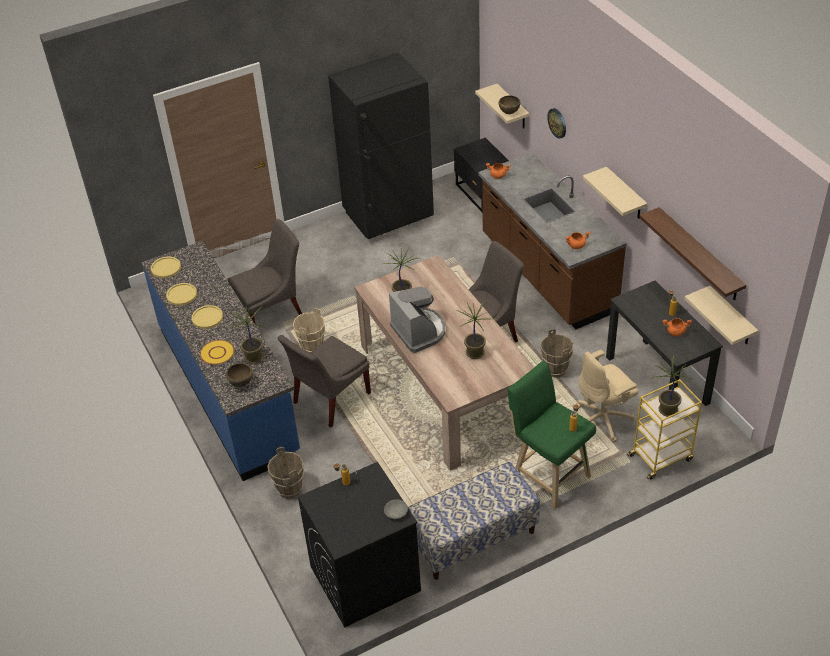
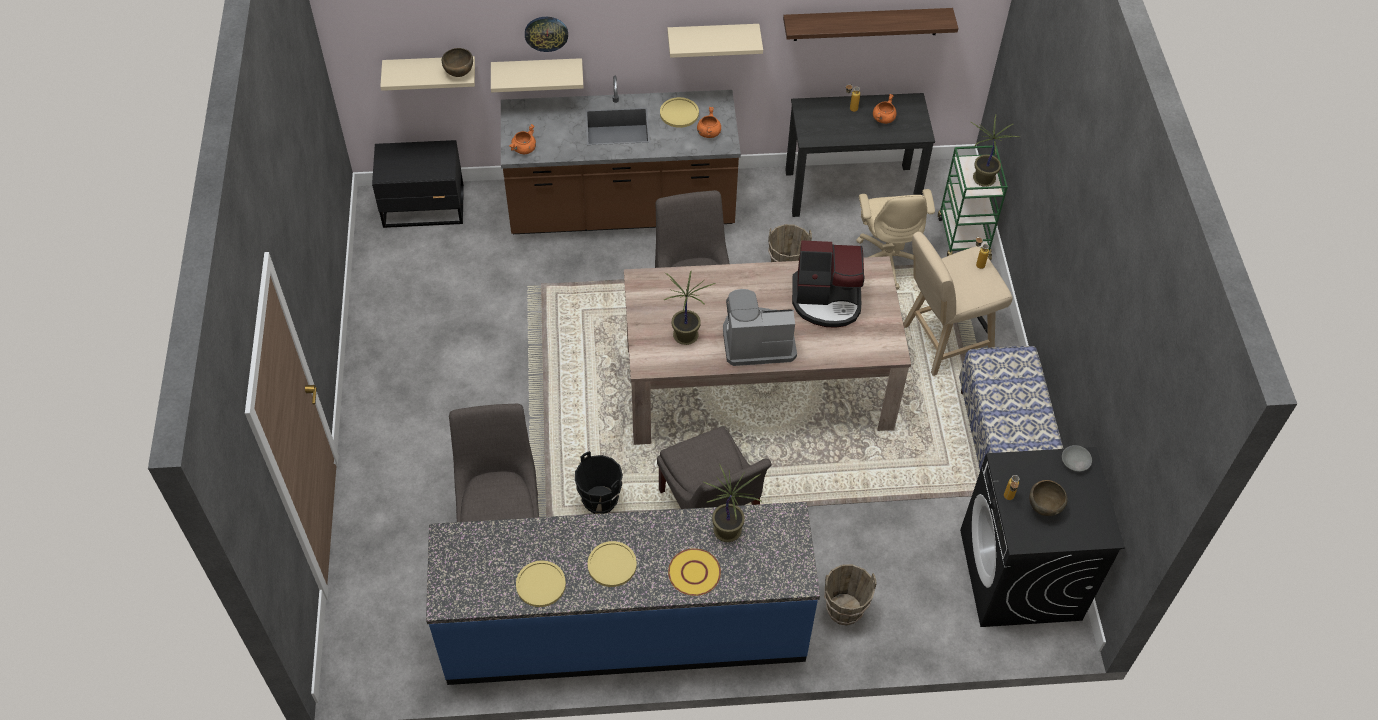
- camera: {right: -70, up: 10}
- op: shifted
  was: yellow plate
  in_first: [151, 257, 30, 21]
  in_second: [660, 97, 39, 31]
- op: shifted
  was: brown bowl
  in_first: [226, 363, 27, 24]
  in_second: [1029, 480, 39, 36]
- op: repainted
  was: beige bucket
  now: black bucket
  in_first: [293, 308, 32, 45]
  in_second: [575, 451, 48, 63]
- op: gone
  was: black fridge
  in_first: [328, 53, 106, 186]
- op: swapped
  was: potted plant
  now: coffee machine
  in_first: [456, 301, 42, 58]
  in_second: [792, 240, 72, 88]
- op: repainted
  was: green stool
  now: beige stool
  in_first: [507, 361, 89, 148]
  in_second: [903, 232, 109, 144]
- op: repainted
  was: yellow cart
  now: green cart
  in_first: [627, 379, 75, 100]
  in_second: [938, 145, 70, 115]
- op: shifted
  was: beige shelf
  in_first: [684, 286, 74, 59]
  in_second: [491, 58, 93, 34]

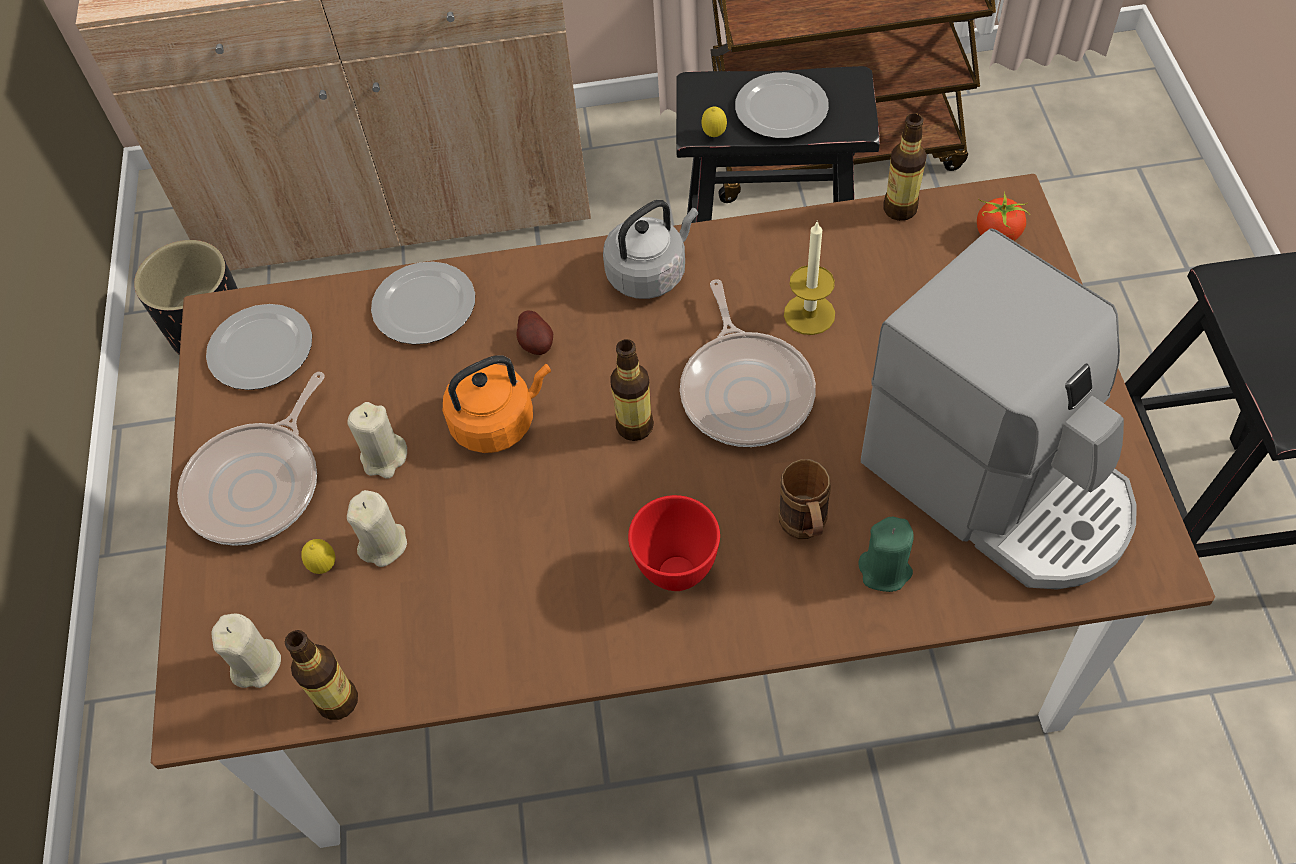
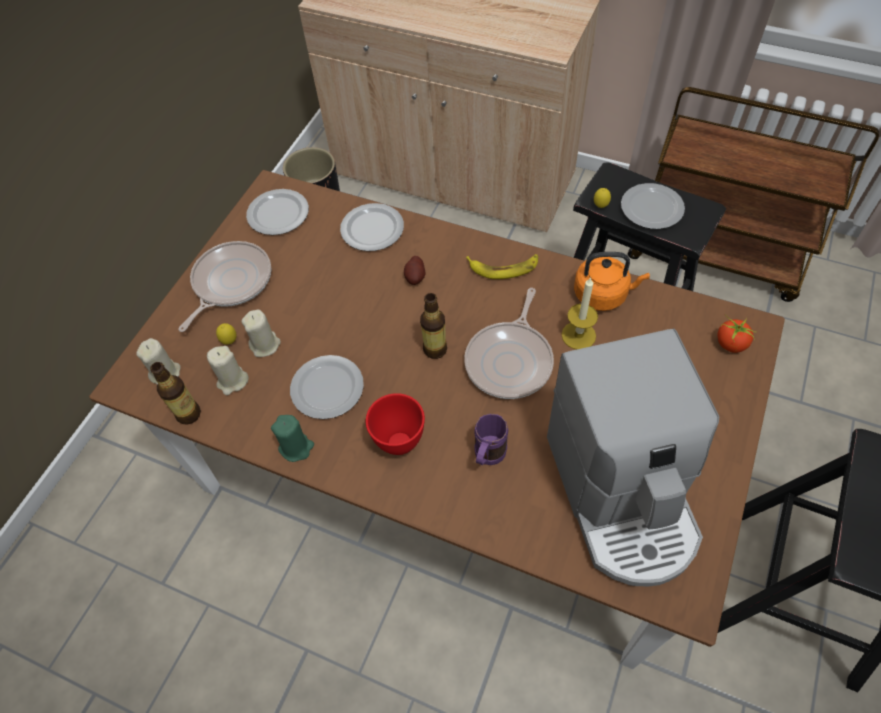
- camera: {right: 30, up: 0}
- op: rotated
  was: frying pan
  in_first: [177, 372, 148, 174]
  in_second: [178, 241, 93, 91]
  clockwise: 150
- op: shifted
  was: beige candle
  in_first: [347, 402, 60, 77]
  in_second: [207, 346, 42, 49]
- op: shifted
  was: orange kettle
  in_first: [443, 355, 108, 98]
  in_second: [574, 252, 76, 59]
- op: swapped
  was: grey kettle
  now: banana
  in_first: [603, 200, 95, 99]
  in_second: [466, 254, 72, 25]
- op: repainted
  was: brown mug
  now: purple mug
  in_first: [778, 459, 53, 80]
  in_second: [474, 414, 34, 51]
- op: shifted
  was: green candle
  in_first: [859, 517, 55, 75]
  in_second: [271, 415, 43, 47]
- op: gone
  was: bottle
  in_first: [884, 113, 43, 108]
- op: new
  now: plate
  in_second: [290, 355, 74, 64]

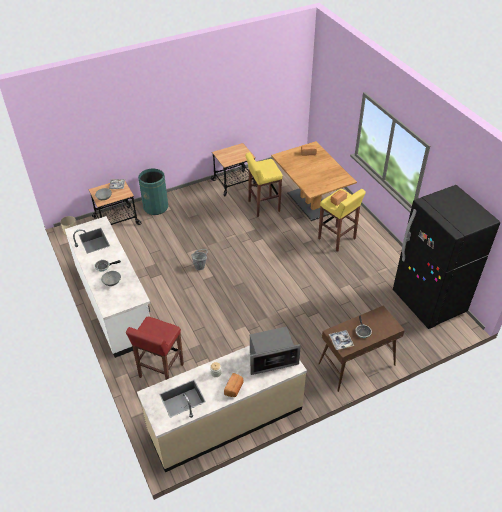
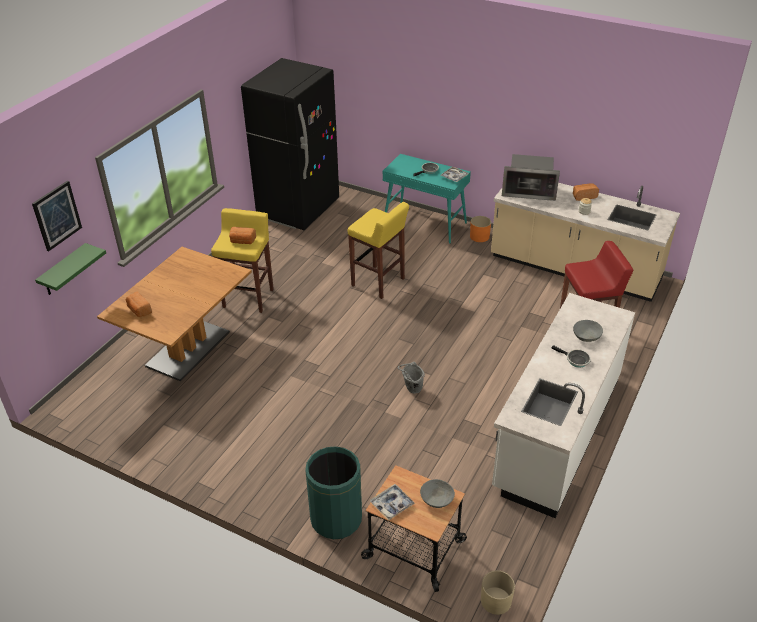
- camera: {right: -125, up: -5}
- op: gone
  was: cart
  in_first: [211, 143, 46, 54]
- op: shifted
  was: yellow stool
  in_first: [245, 152, 38, 65]
  in_second: [348, 202, 61, 97]
- op: rotated
  was: microwave
  in_first: [250, 327, 51, 48]
  in_second: [502, 154, 58, 47]
  clockwise: 150
- op: repainted
  was: brown console table
  now: turquoise console table
  in_first: [318, 305, 87, 87]
  in_second: [383, 154, 88, 90]
- op: new
  now: picture
  in_second: [32, 181, 50, 70]
- op: new
  now: green shelf
  in_second: [35, 243, 71, 52]
- op: new
  now: orange planter
  in_second: [470, 216, 21, 26]

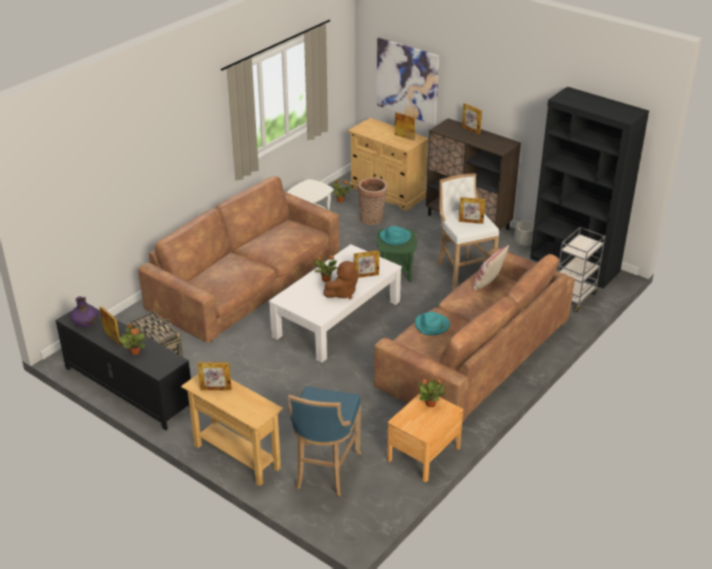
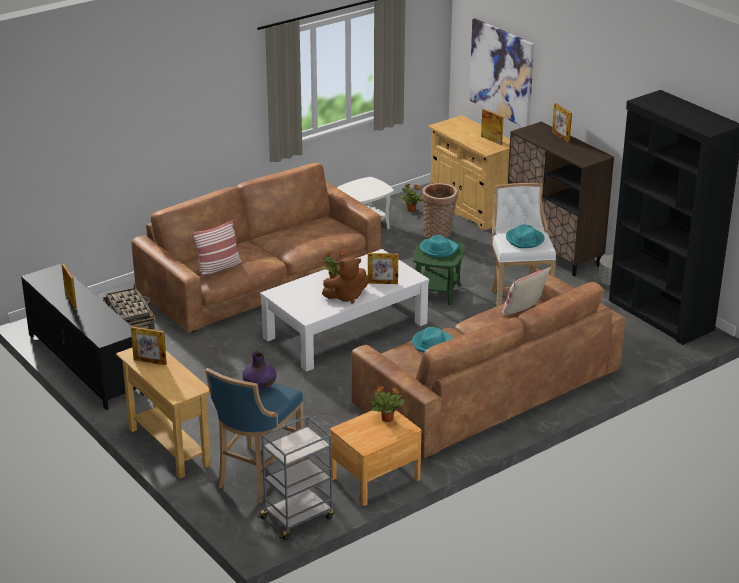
- camera: {right: 15, up: -5}
- op: shifted
  was: purple vase
  in_first: [70, 296, 28, 31]
  in_second: [242, 350, 35, 40]
- op: gone
  was: potted plant
  in_first: [118, 324, 27, 31]
- op: swapped
  was: picture frame
  now: turquoise hat
  in_first: [459, 197, 26, 27]
  in_second: [506, 225, 39, 23]
- op: shifted
  was: grey cart
  in_first: [558, 227, 47, 85]
  in_second: [257, 416, 77, 124]
- op: new
  now: pillow
  in_second: [191, 220, 51, 58]

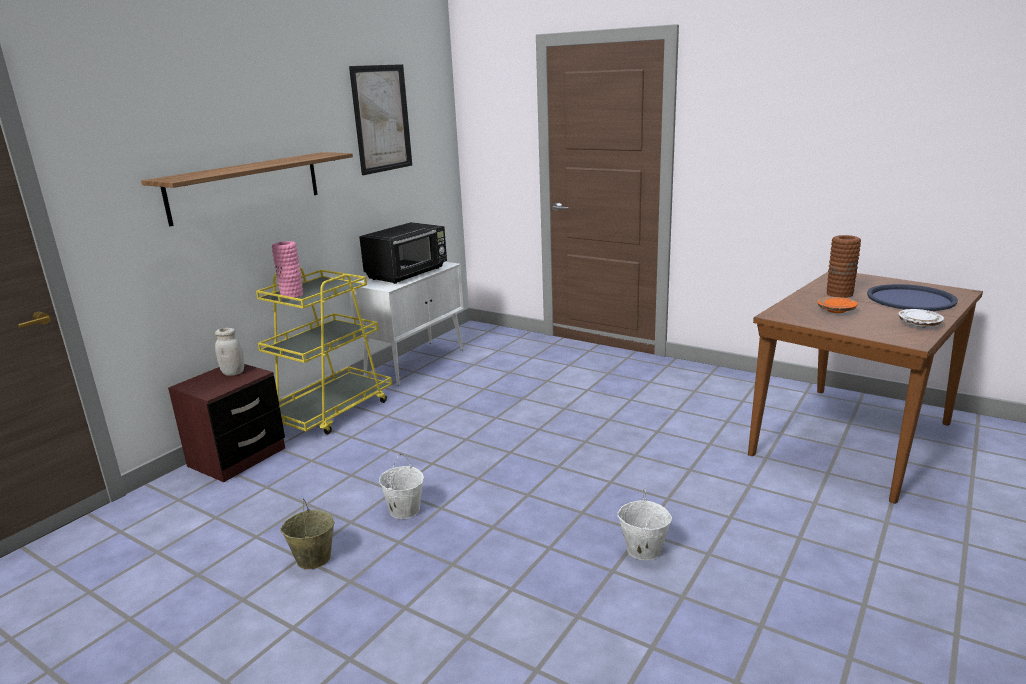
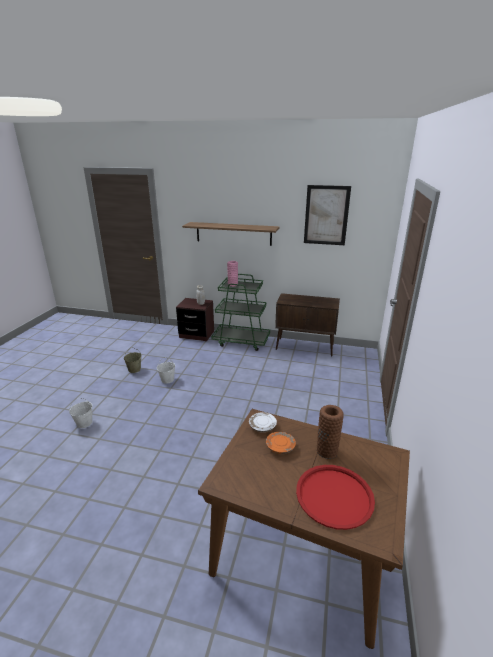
- camera: {right: 70, up: 5}
- op: repainted
  was: yellow cart
  now: green cart
  in_first: [256, 267, 136, 168]
  in_second: [211, 274, 59, 77]
- op: repainted
  was: white cabinet
  now: brown cabinet
  in_first: [349, 262, 115, 124]
  in_second: [275, 293, 65, 63]
- op: gone
  was: black microwave
  in_first: [359, 222, 88, 62]
- op: shifted
  was: white bucket
  in_first: [617, 488, 55, 72]
  in_second: [69, 398, 23, 30]
- op: repainted
  was: blue tray
  now: red tray
  in_first: [867, 284, 91, 27]
  in_second: [296, 465, 79, 65]
- op: shifted
  was: white plate
  in_first: [899, 309, 45, 19]
  in_second: [249, 412, 28, 20]

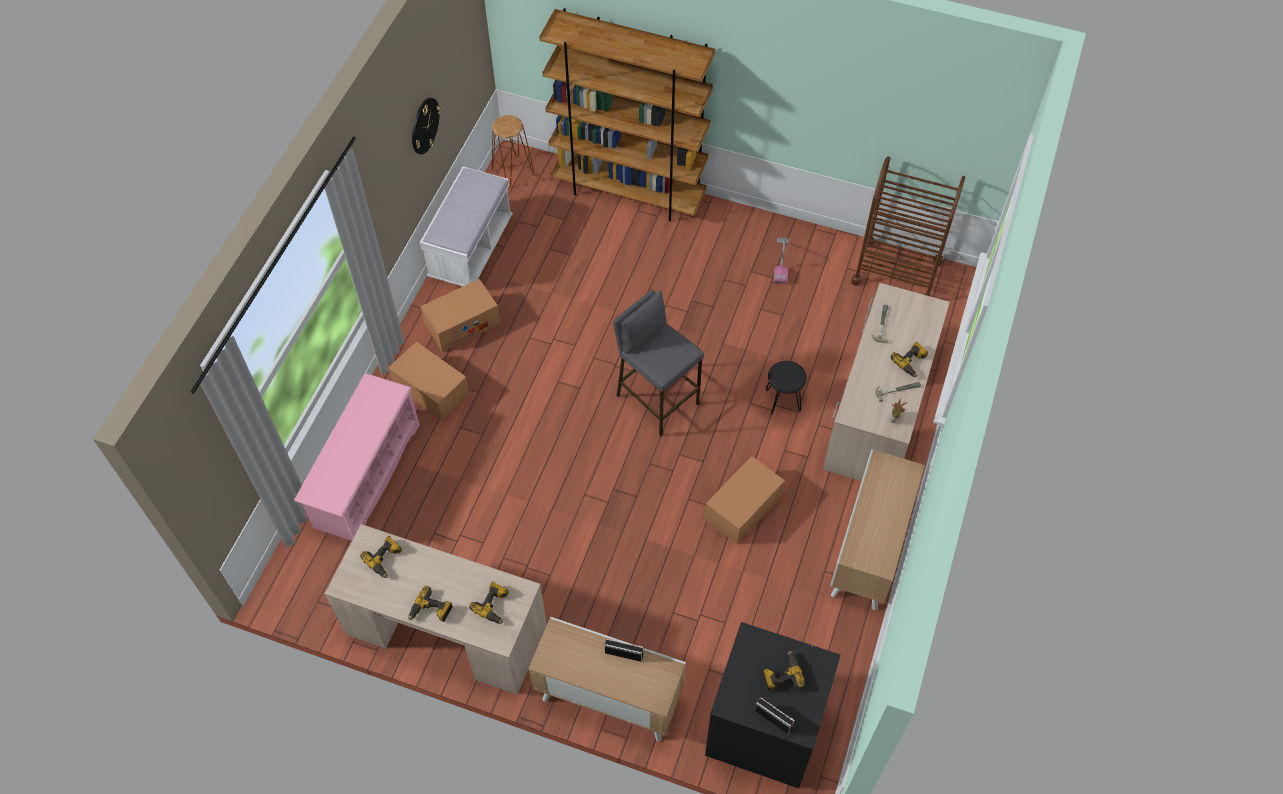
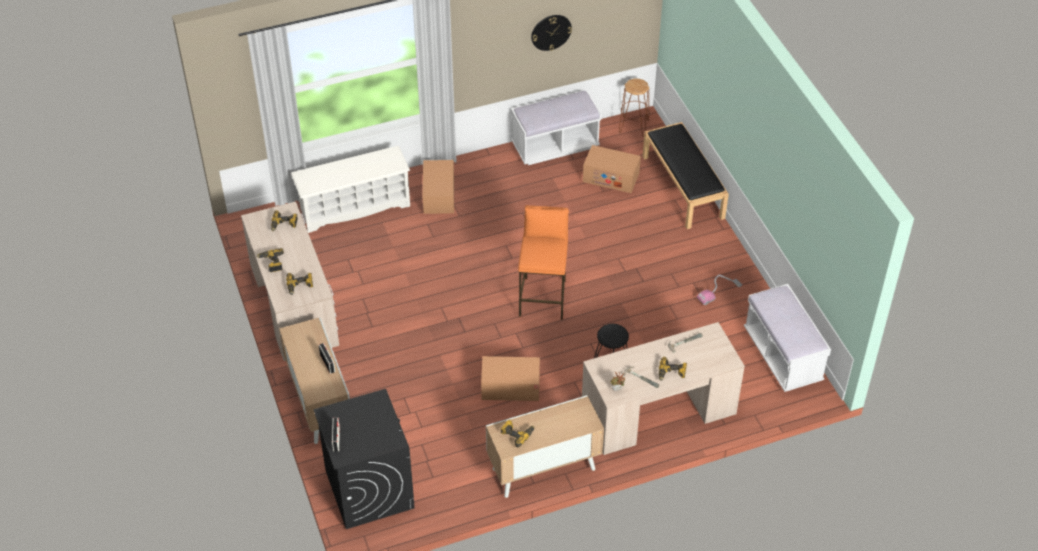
- camera: {right: 50, up: -10}
- op: repainted
  was: pink shoe rack
  now: white shoe rack
  in_first: [294, 373, 126, 168]
  in_second: [291, 146, 119, 87]
- op: shifted
  was: cardboard box
  in_first: [421, 279, 80, 73]
  in_second: [583, 145, 58, 48]
- op: swapped
  was: brown bookcase
  now: black bench
  in_first: [539, 8, 176, 213]
  in_second: [642, 122, 87, 107]
- op: repainted
  was: grey stool
  now: orange stool
  in_first: [613, 290, 91, 146]
  in_second: [518, 205, 51, 115]
- op: shifted
  was: power drill
  in_first: [762, 651, 43, 40]
  in_second: [500, 420, 35, 27]
- op: swapped
  was: brown cart
  now: white bench
  in_first: [851, 156, 114, 141]
  in_second: [744, 284, 87, 108]

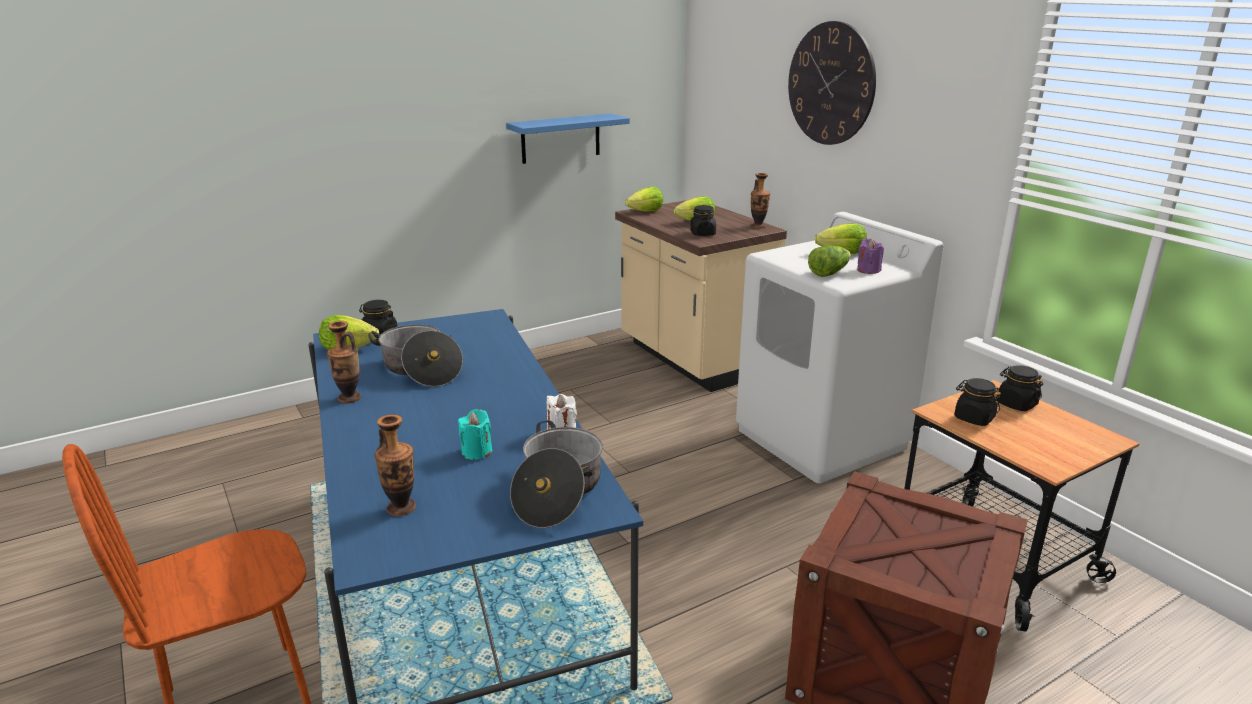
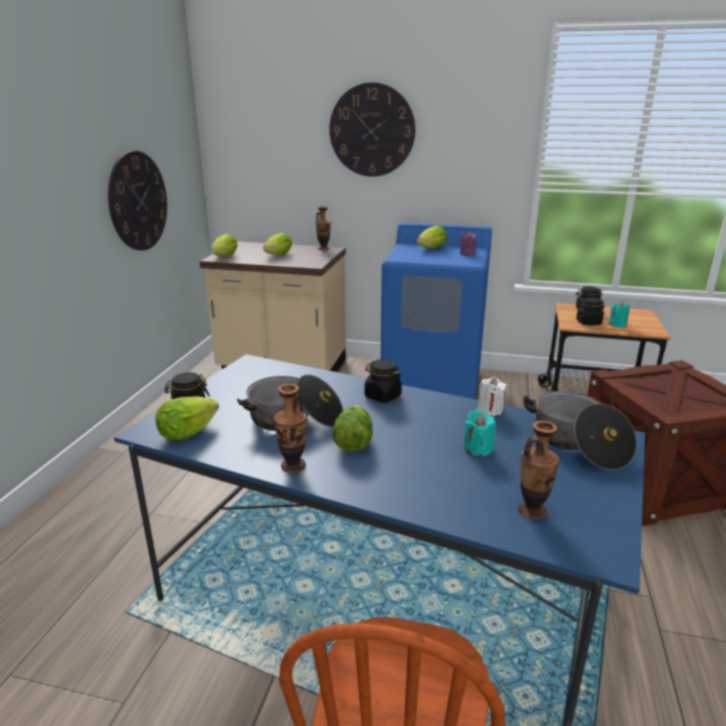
- camera: {right: -45, up: 0}
- op: swapped
  was: blue shelf
  now: wall clock
  in_first: [506, 113, 124, 51]
  in_second: [108, 151, 59, 99]
- op: shifted
  was: black jar
  in_first: [690, 205, 26, 31]
  in_second: [364, 359, 38, 44]
- op: repainted
  was: white washing machine
  now: blue washing machine
  in_first: [736, 212, 208, 271]
  in_second: [381, 223, 111, 176]
- op: shifted
  was: lettuce
  in_first: [808, 245, 43, 32]
  in_second: [333, 406, 40, 46]
- op: new
  now: turquoise candle
  in_second: [609, 302, 21, 26]

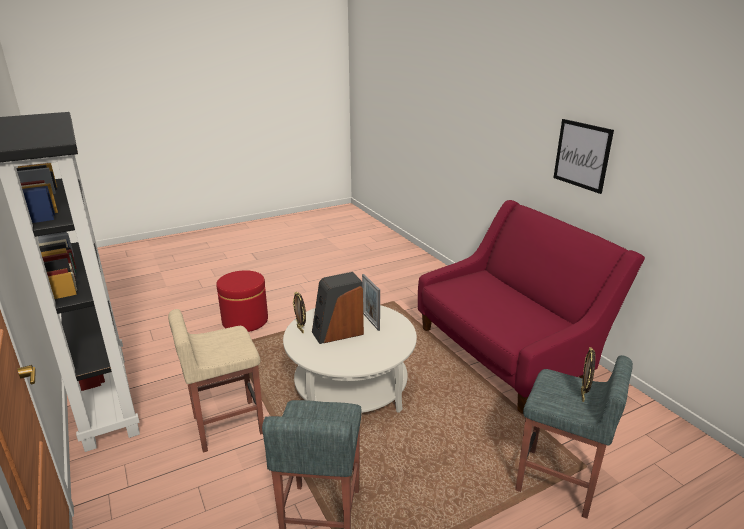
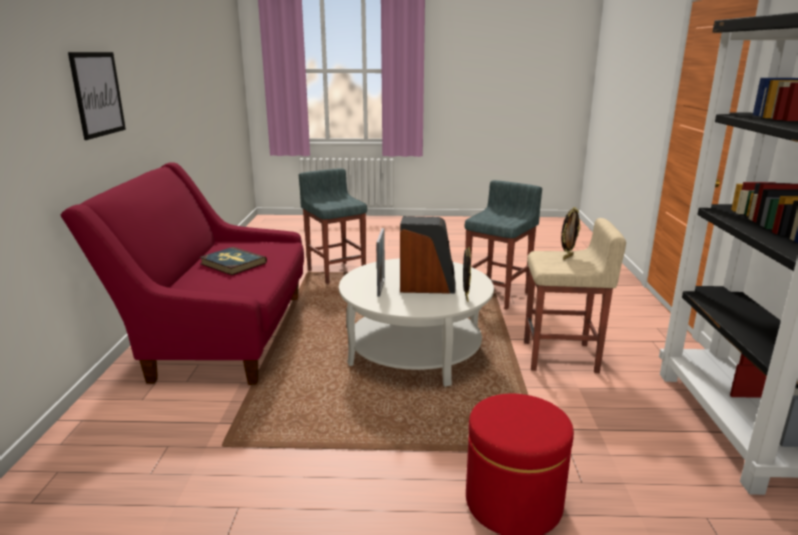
- camera: {right: -150, up: -5}
- op: shifted
  was: picture frame
  in_first: [581, 347, 15, 55]
  in_second: [561, 207, 20, 53]
- op: new
  now: book
  in_second: [199, 247, 68, 28]

